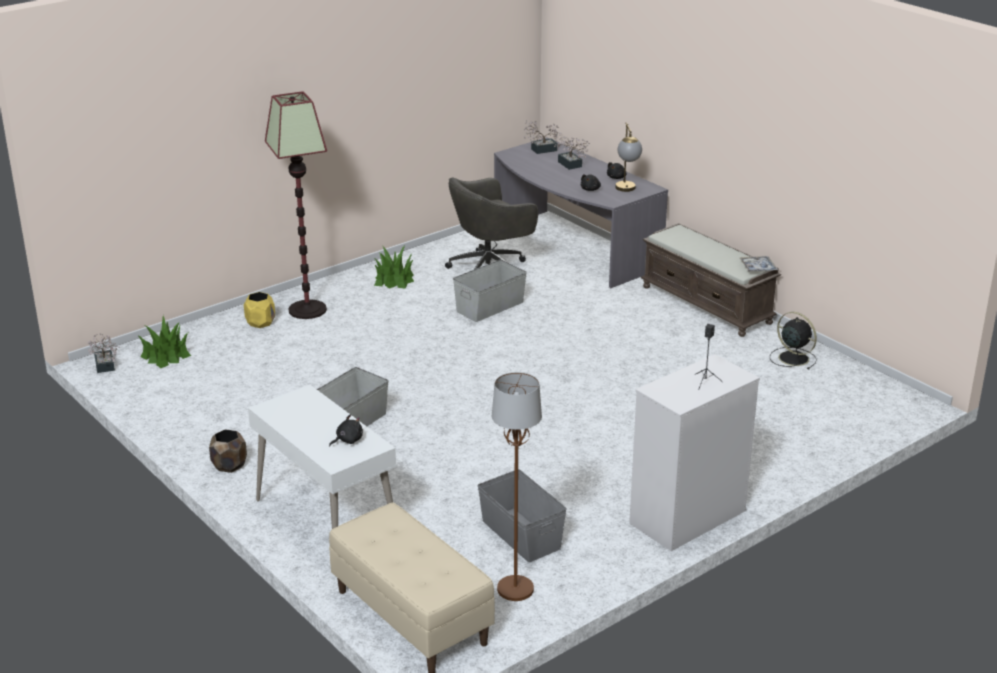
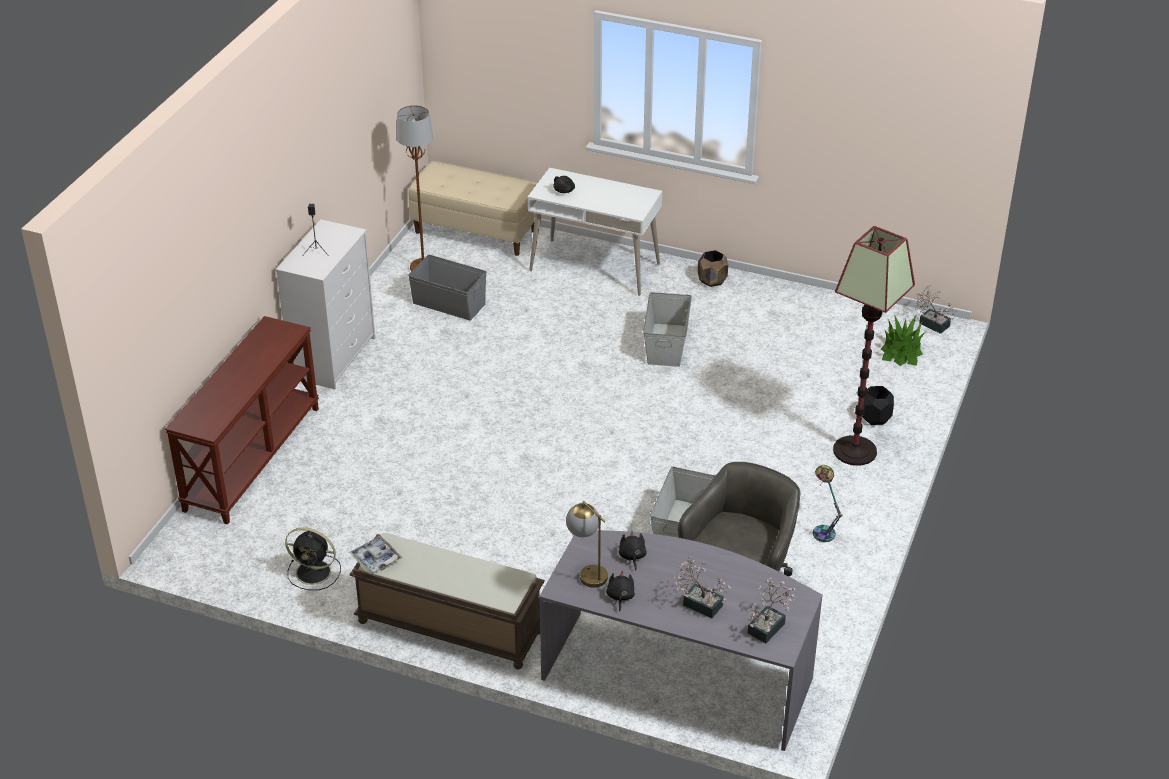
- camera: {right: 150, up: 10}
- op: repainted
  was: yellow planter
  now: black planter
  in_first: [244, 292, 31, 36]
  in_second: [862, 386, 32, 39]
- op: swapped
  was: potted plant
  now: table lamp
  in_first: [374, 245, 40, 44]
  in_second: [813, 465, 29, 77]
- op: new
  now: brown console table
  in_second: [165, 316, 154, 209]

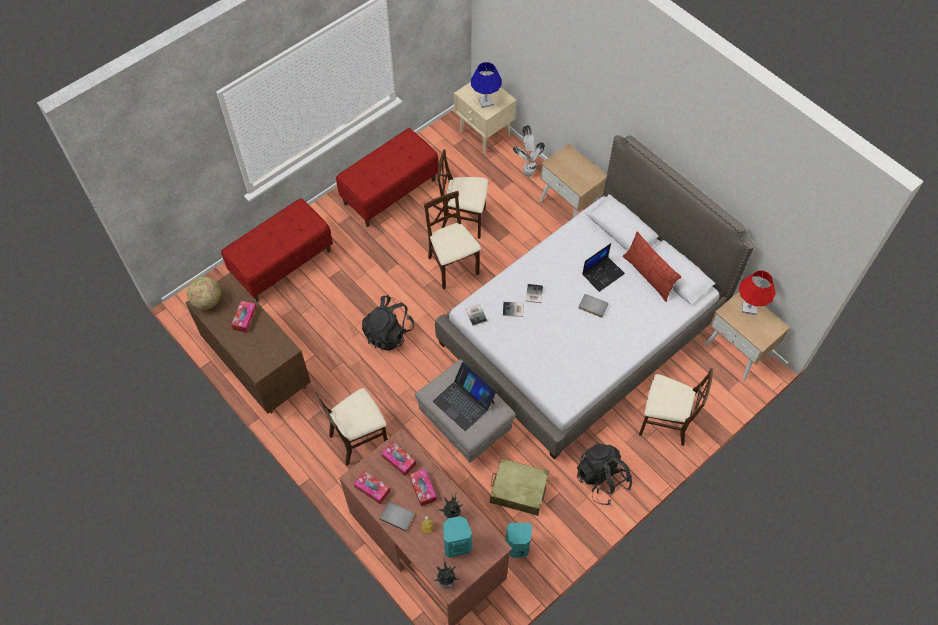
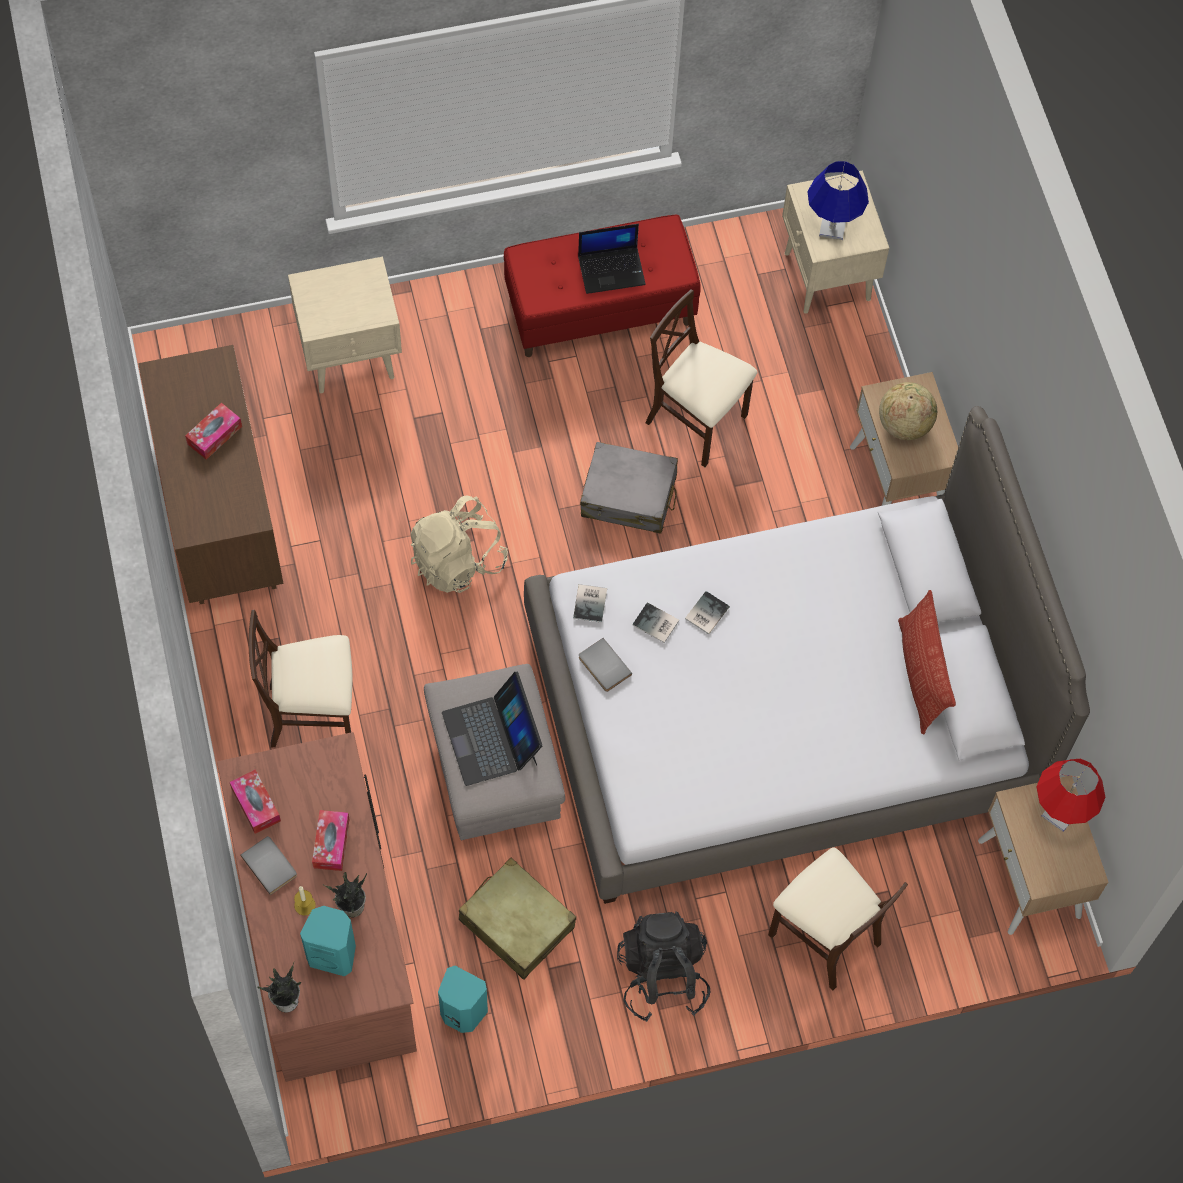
- camera: {right: 25, up: 5}
- op: shifted
  was: globe
  in_first: [187, 277, 34, 33]
  in_second: [879, 382, 58, 58]
- op: swapped
  was: red bench
  now: beige nightstand
  in_first: [221, 198, 112, 104]
  in_second: [288, 257, 114, 136]
- op: repainted
  was: black backpack
  now: beige backpack
  in_first: [362, 295, 52, 56]
  in_second: [410, 496, 98, 97]
- op: gone
  was: tissue box
  in_first: [381, 441, 35, 35]
- op: swapped
  was: beige chair
  now: grey suitcase
  in_first: [423, 191, 58, 99]
  in_second: [580, 442, 98, 92]
- op: gone
  was: potted plant
  in_first: [513, 125, 32, 52]
- op: shifted
  was: grey book
  in_first: [579, 294, 30, 23]
  in_second: [579, 638, 53, 54]
- op: shifted
  was: laptop
  in_first: [582, 243, 43, 49]
  in_second: [578, 224, 68, 70]

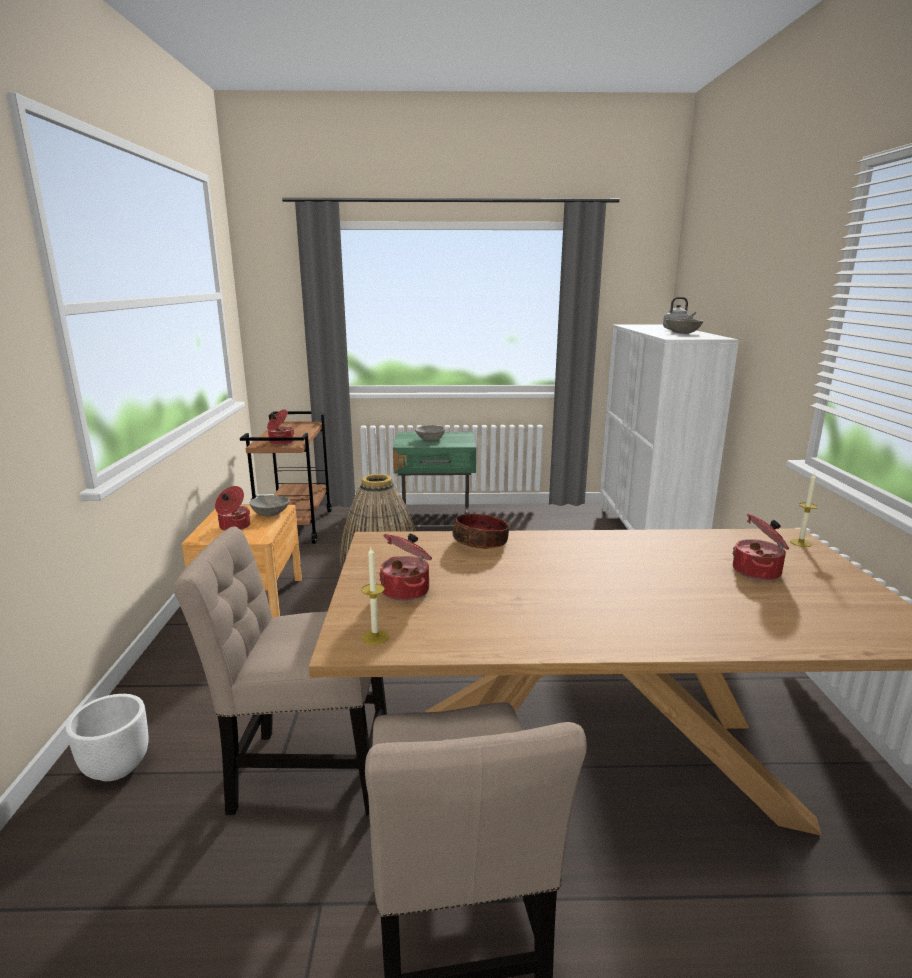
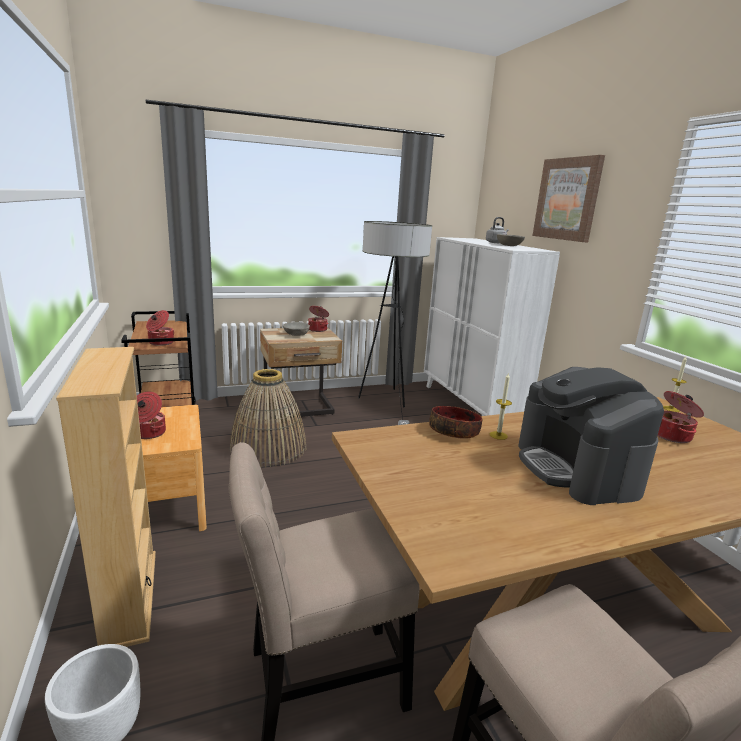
- camera: {right: -20, up: 0}
- op: gone
  was: grey bowl
  in_first: [250, 495, 40, 22]
- op: shifted
  was: candle
  in_first: [361, 547, 28, 98]
  in_second: [490, 372, 22, 68]
- op: shifted
  was: cooking pot
  in_first: [379, 534, 53, 67]
  in_second: [308, 306, 21, 26]
- op: repainted
  was: green nightstand
  now: beige nightstand
  in_first: [393, 432, 83, 99]
  in_second: [260, 327, 82, 92]
- op: new
  now: beige bookcase
  in_second: [56, 347, 100, 300]
- op: new
  now: floor lamp
  in_second: [358, 221, 74, 204]
- op: new
  now: coffee machine
  in_second: [518, 367, 146, 138]
- op: new
  now: picture
  in_second: [533, 155, 72, 87]

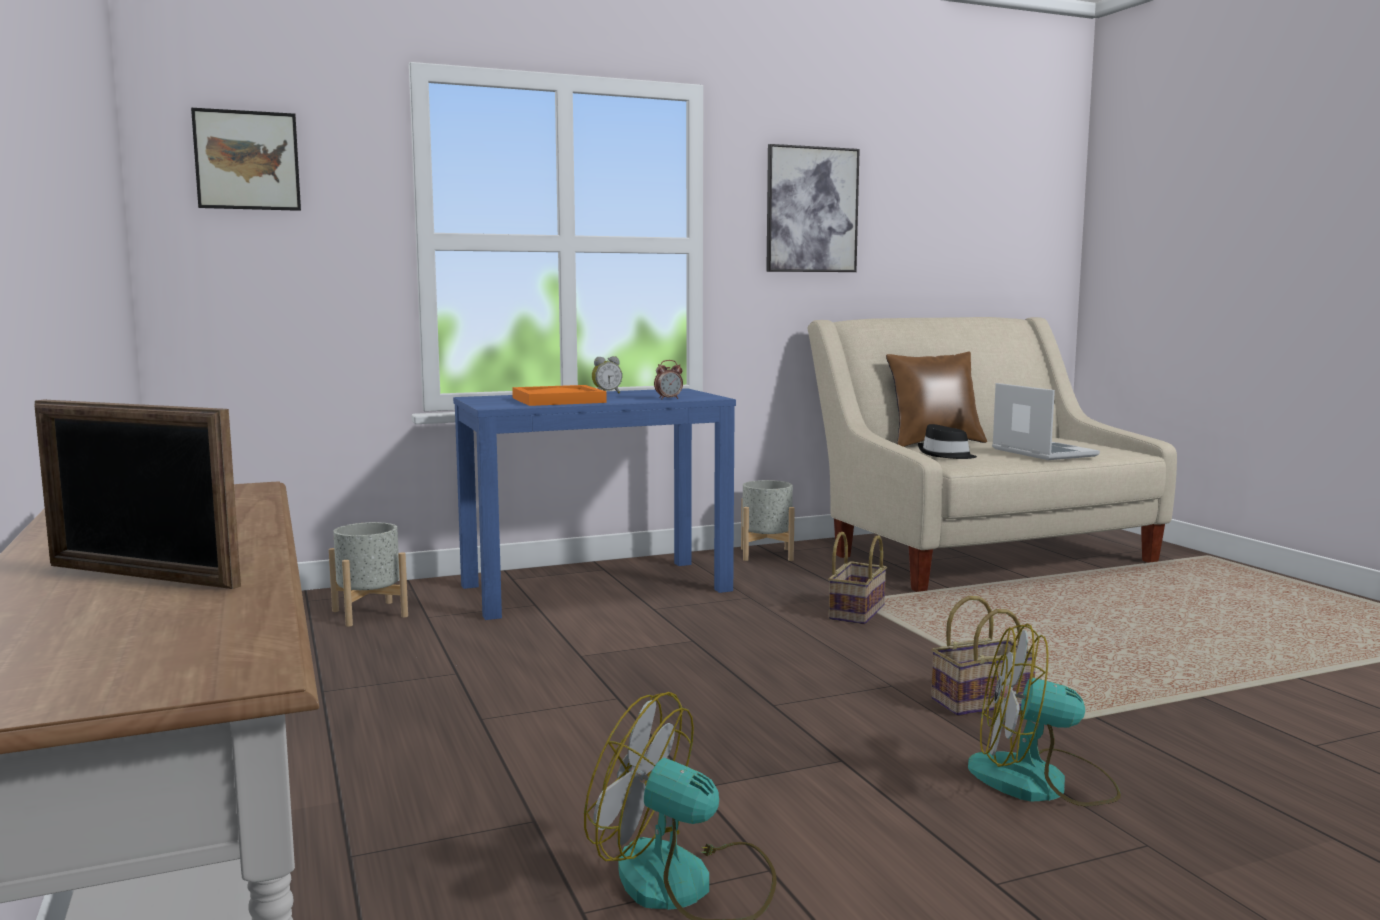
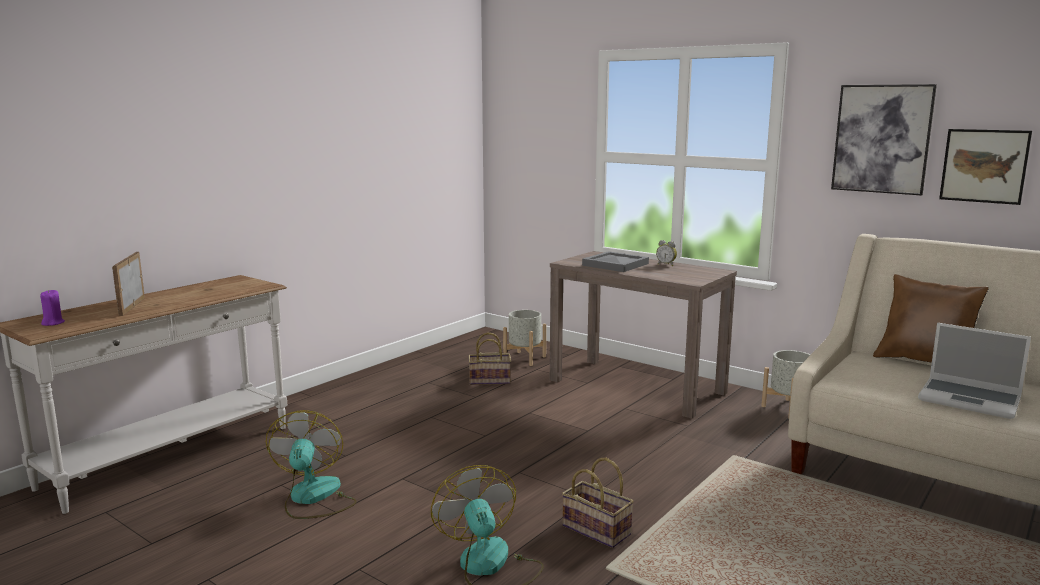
- camera: {right: 60, up: 5}
- op: shifted
  was: picture
  in_first: [191, 108, 110, 103]
  in_second: [939, 129, 93, 76]
- op: repainted
  was: blue console table
  now: brown console table
  in_first: [453, 388, 283, 232]
  in_second: [550, 251, 187, 168]
- op: repainted
  was: orange tray
  now: grey tray
  in_first: [512, 385, 95, 21]
  in_second: [582, 251, 67, 21]
- op: gone
  was: alarm clock
  in_first: [654, 360, 29, 39]
- op: shifted
  was: basket
  in_first: [828, 532, 59, 92]
  in_second: [468, 332, 43, 53]
- op: gone
  was: black hat
  in_first: [918, 424, 59, 35]
- op: rotated
  was: laptop
  in_first: [992, 383, 108, 77]
  in_second: [918, 323, 113, 96]
  clockwise: 90
- op: new
  now: purple candle
  in_second: [40, 290, 25, 36]

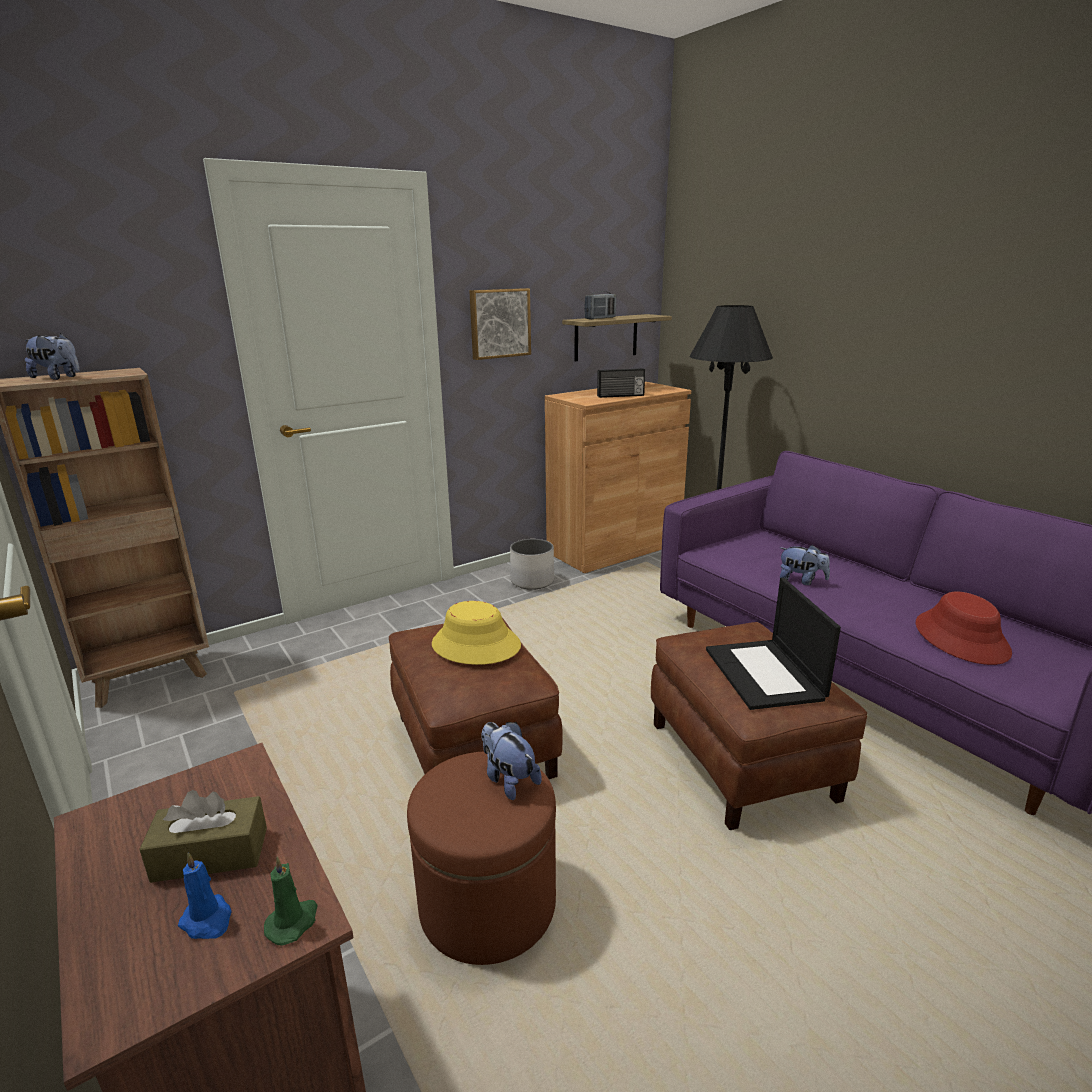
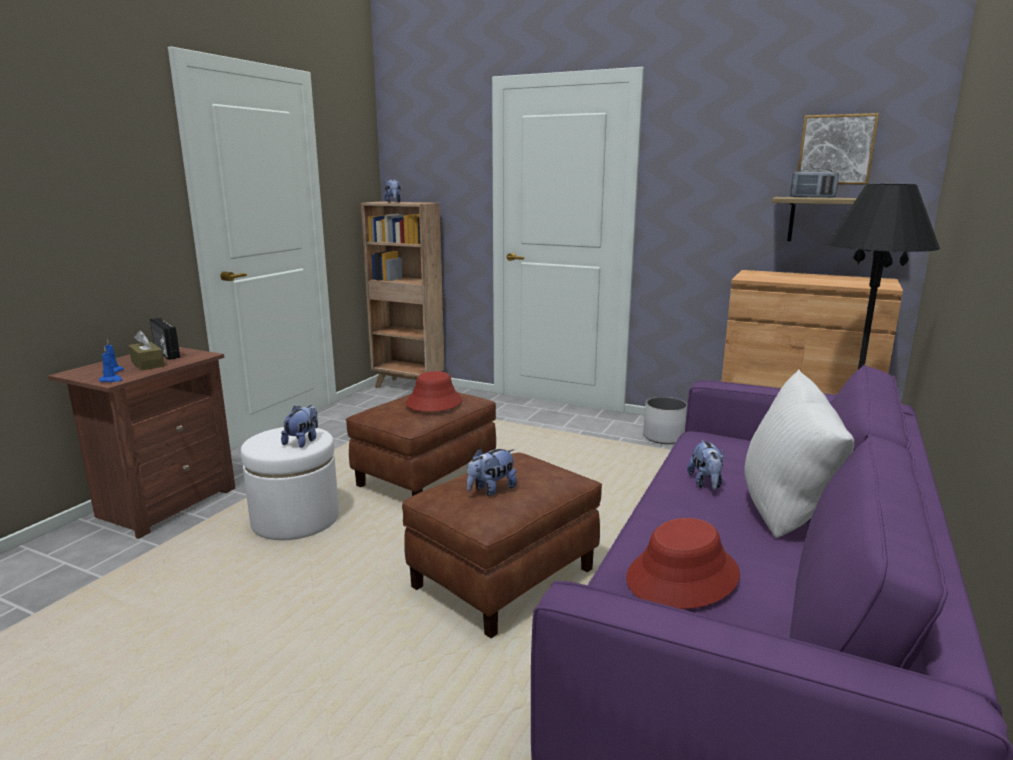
- camera: {right: 60, up: -5}
- op: repainted
  was: green candle
  now: blue candle
  in_first: [264, 856, 54, 89]
  in_second: [99, 346, 24, 36]
- op: repainted
  was: brown ottoman
  now: white ottoman
  in_first: [407, 751, 149, 214]
  in_second: [241, 427, 98, 113]
- op: repainted
  was: yellow hat
  now: red hat
  in_first: [432, 601, 89, 64]
  in_second: [406, 371, 56, 41]
- op: shifted
  was: picture
  in_first: [469, 288, 62, 72]
  in_second: [798, 113, 81, 72]
- op: shifted
  was: radio
  in_first: [597, 368, 48, 30]
  in_second: [150, 318, 30, 42]
- op: swapped
  was: laptop
  now: plush toy
  in_first: [706, 578, 135, 132]
  in_second: [467, 448, 50, 48]
- op: new
  now: white pillow
  in_second: [744, 369, 111, 169]

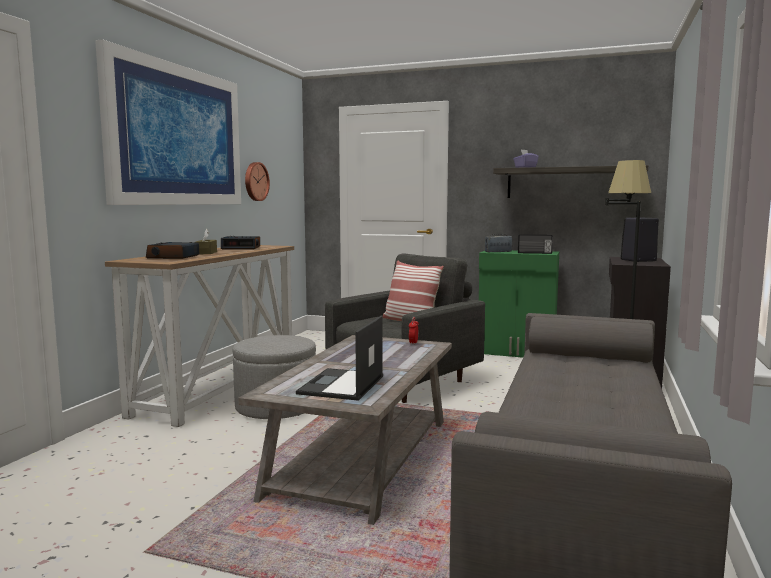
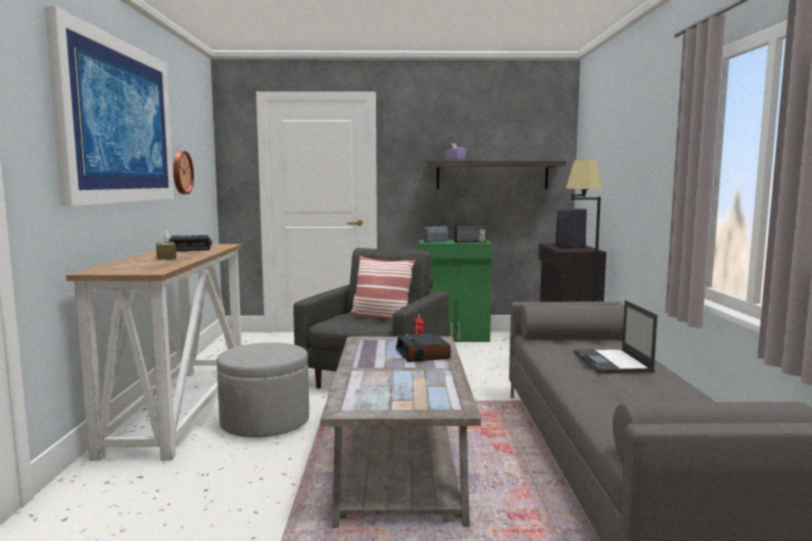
- camera: {right: -20, up: 0}
- op: shifted
  was: alarm clock
  in_first: [146, 242, 53, 17]
  in_second: [396, 333, 55, 29]
- op: shifted
  was: laptop
  in_first: [296, 316, 87, 85]
  in_second: [574, 300, 84, 73]

